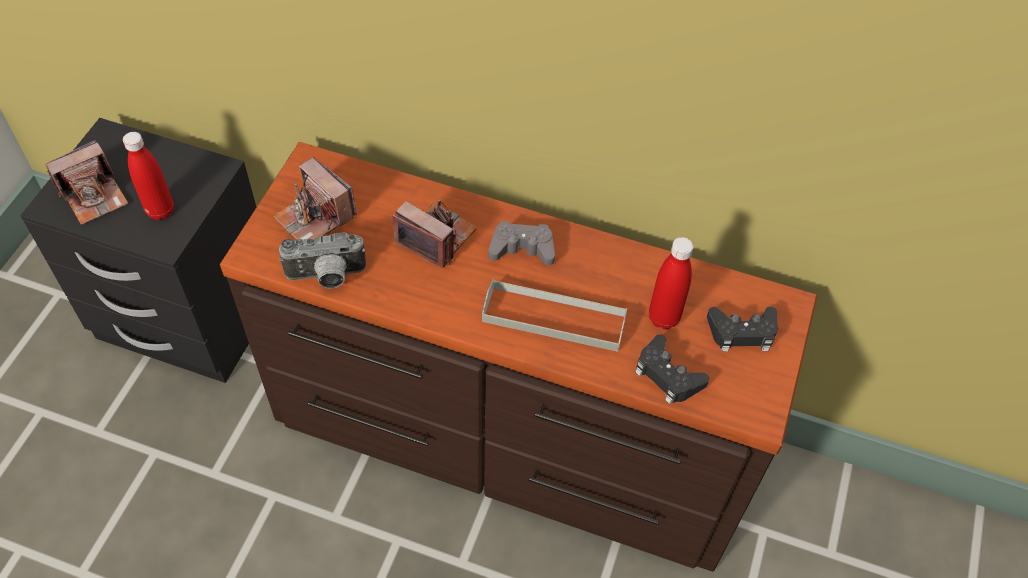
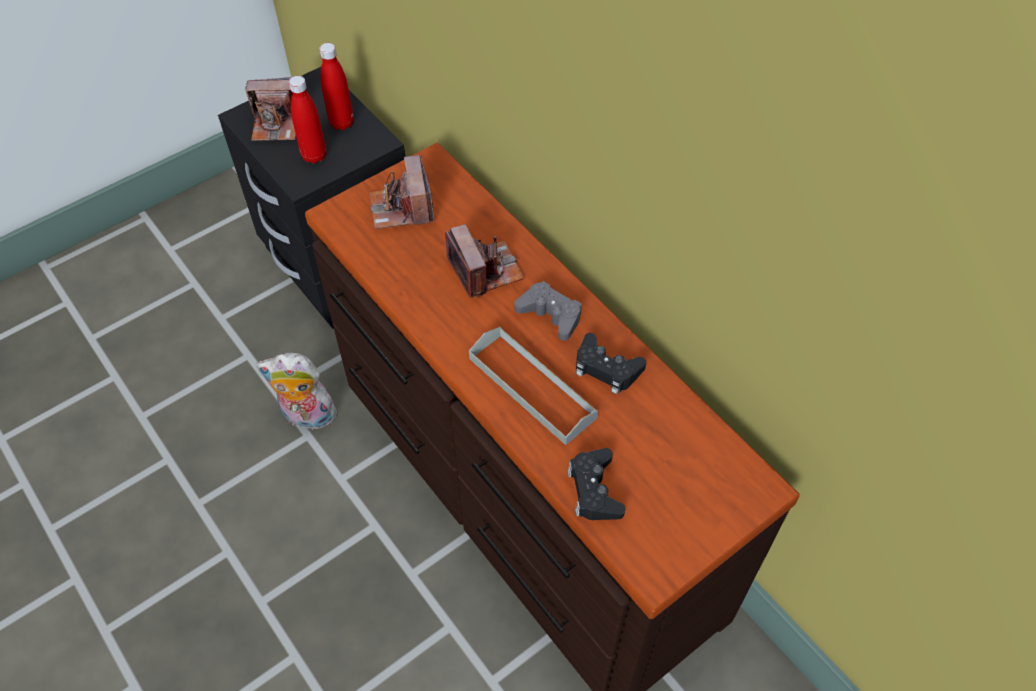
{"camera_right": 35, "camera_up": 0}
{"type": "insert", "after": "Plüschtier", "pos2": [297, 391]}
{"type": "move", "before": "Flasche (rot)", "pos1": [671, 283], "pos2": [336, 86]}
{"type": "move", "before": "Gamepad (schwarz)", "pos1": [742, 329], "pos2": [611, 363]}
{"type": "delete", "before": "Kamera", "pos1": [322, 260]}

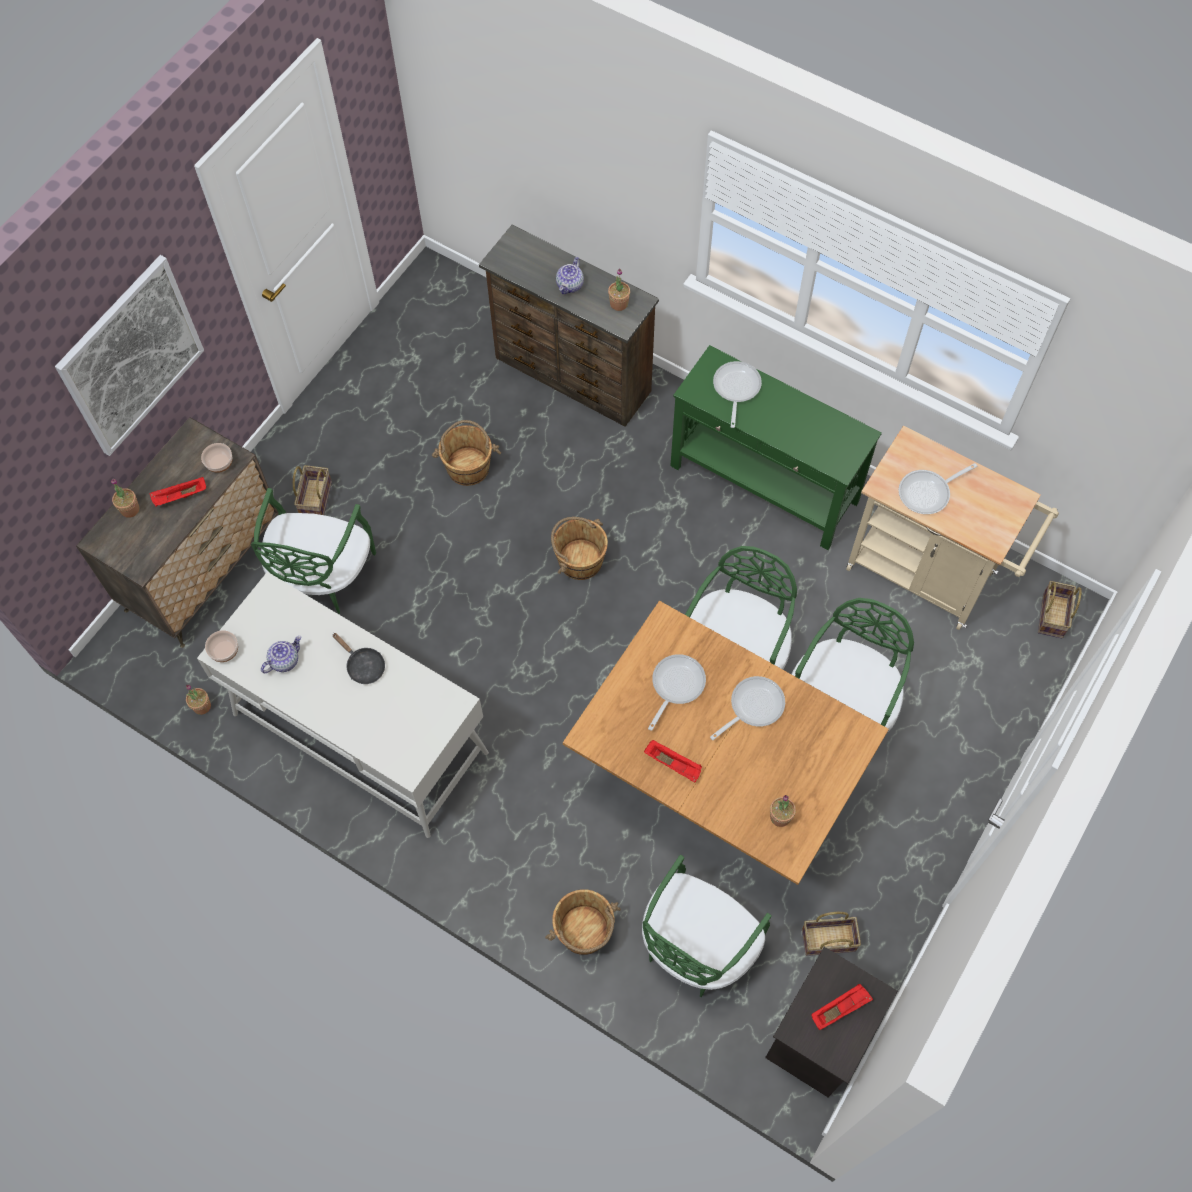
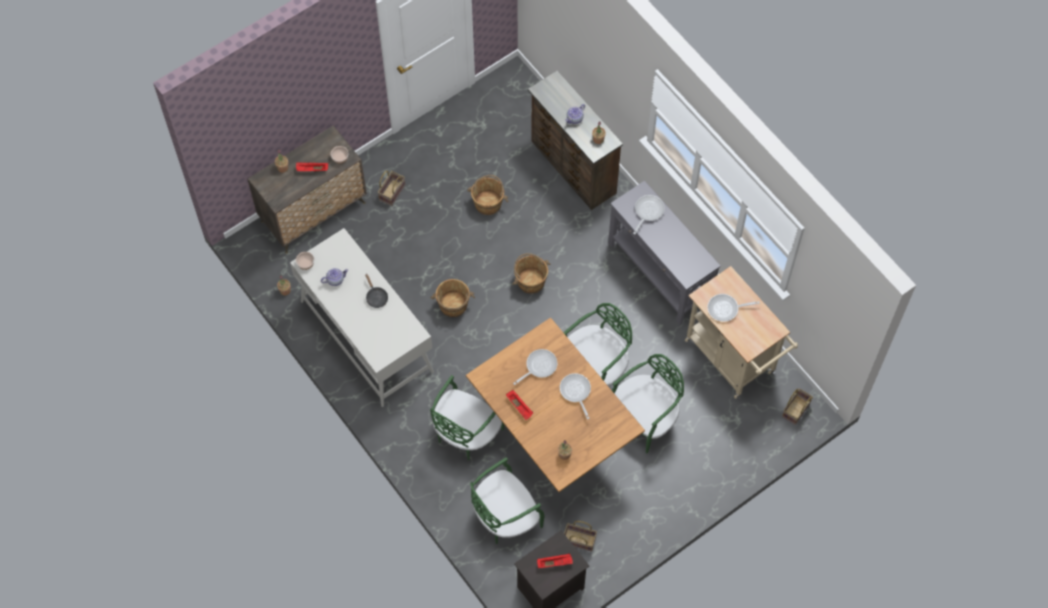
{"camera_right": 20, "camera_up": 0}
{"type": "move", "before": "Eimer (braun)", "pos1": [583, 922], "pos2": [452, 298]}
{"type": "move", "before": "Stuhl (grün)", "pos1": [313, 551], "pos2": [467, 418]}
{"type": "rotate", "before": "Pfanne", "pos1": [747, 708], "pos2": [575, 396], "turn": -90}
{"type": "recolor", "before": "Konsolentisch (grün)", "after": "Konsolentisch (grau)", "pos1": [776, 447], "pos2": [664, 253]}
{"type": "delete", "before": "Bild", "pos1": [129, 355]}

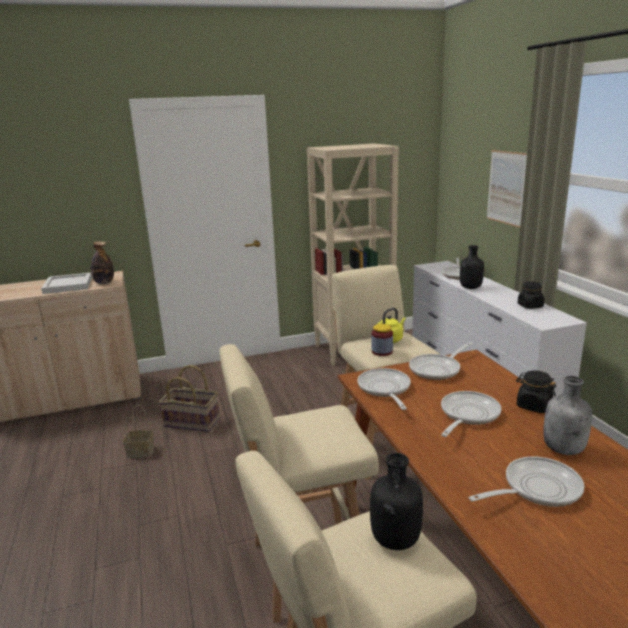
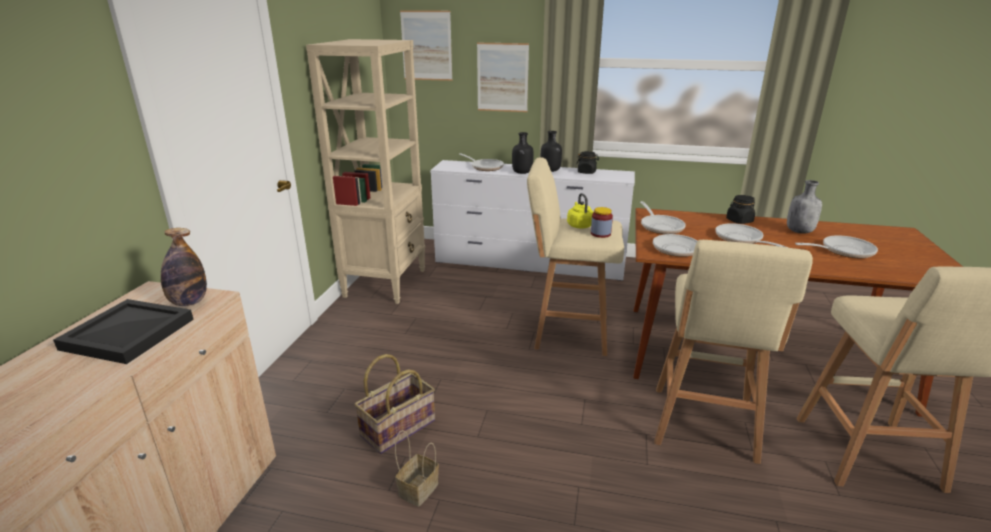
{"camera_right": -60, "camera_up": 5}
{"type": "recolor", "before": "Tablett (weiß)", "after": "Tablett (schwarz)", "pos1": [66, 283], "pos2": [123, 331]}
{"type": "insert", "after": "Bild", "pos2": [426, 45]}
{"type": "move", "before": "Flasche (schwarz)", "pos1": [396, 501], "pos2": [551, 151]}
{"type": "rotate", "before": "Pfanne", "pos1": [526, 481], "pos2": [836, 246], "turn": 75}

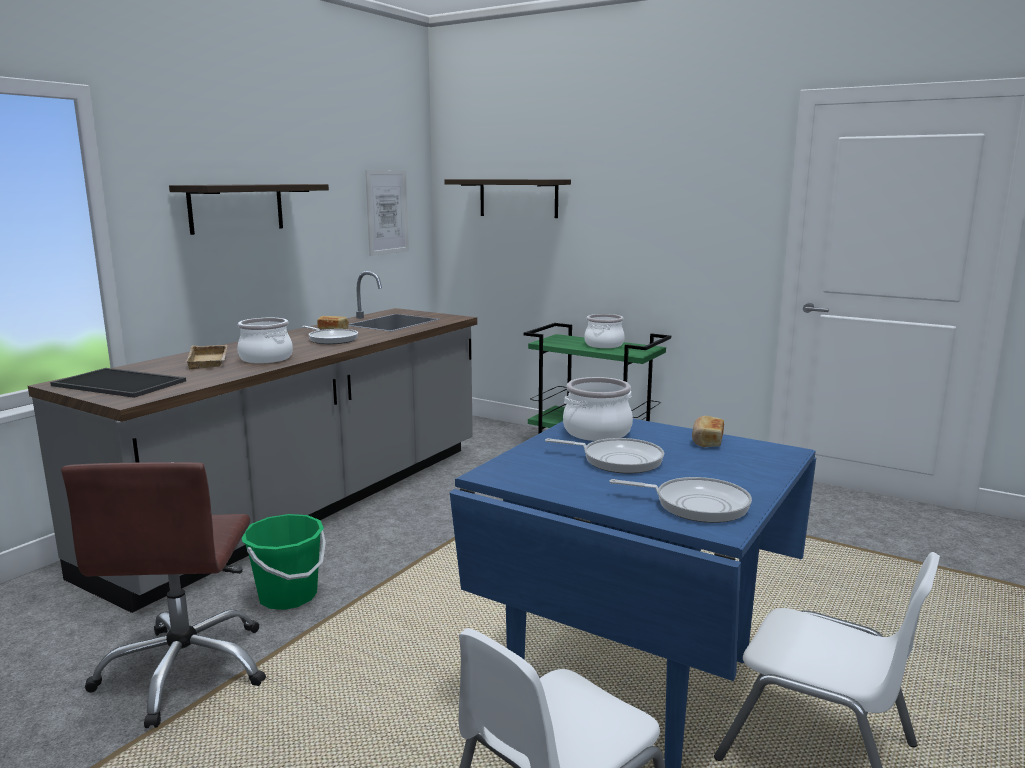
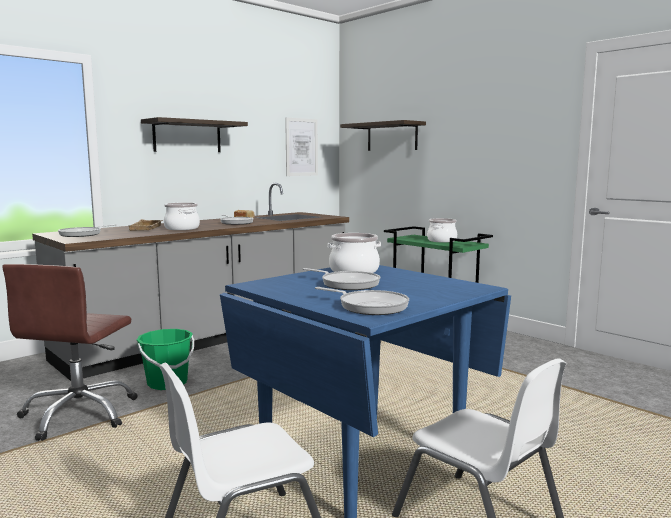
{"camera_right": 15, "camera_up": -5}
{"type": "replace", "before": "Tablett", "after": "Pfanne", "pos1": [118, 383], "pos2": [87, 230]}
{"type": "delete", "before": "Brot", "pos1": [708, 431]}

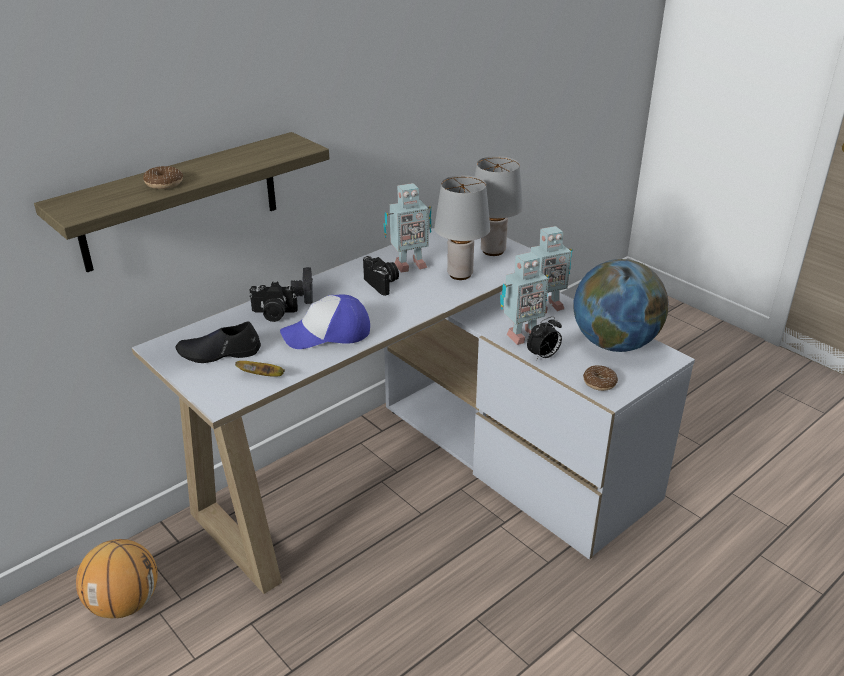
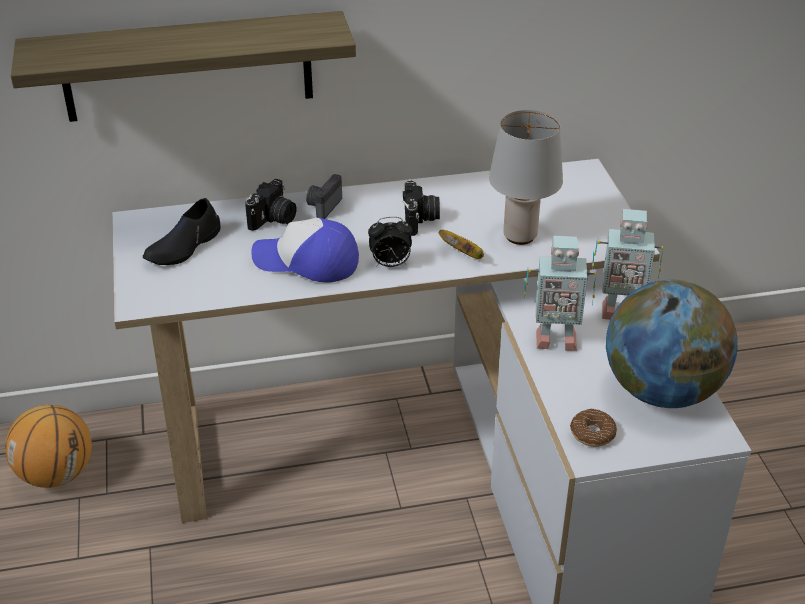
{"camera_right": 30, "camera_up": 5}
{"type": "rotate", "before": "Schuh (schwarz)", "pos1": [218, 342], "pos2": [182, 231], "turn": -75}
{"type": "rotate", "before": "Kamera", "pos1": [273, 302], "pos2": [271, 205], "turn": -90}
{"type": "move", "before": "Wecker", "pos1": [544, 338], "pos2": [390, 242]}
{"type": "move", "before": "Banane", "pos1": [260, 369], "pos2": [461, 244]}
{"type": "delete", "before": "Donut", "pos1": [163, 177]}
{"type": "delete", "before": "Spielzeugroboter", "pos1": [407, 227]}
{"type": "delete", "before": "Tischlampe (grau)", "pos1": [499, 206]}

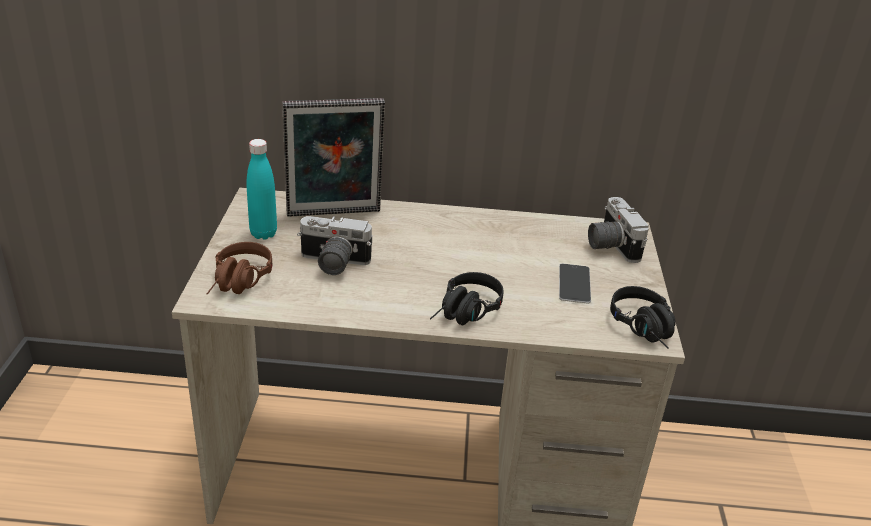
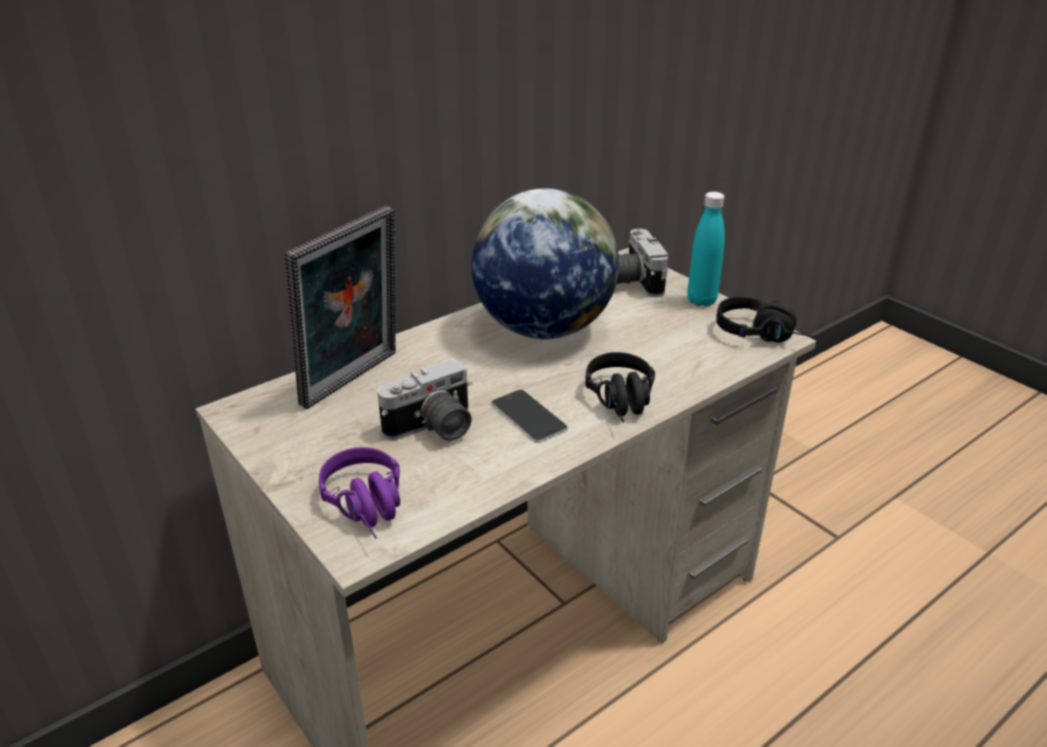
{"camera_right": -40, "camera_up": 0}
{"type": "recolor", "before": "Kopfhörer (braun)", "after": "Kopfhörer (lila)", "pos1": [239, 268], "pos2": [359, 493]}
{"type": "insert", "after": "Globus", "pos2": [545, 263]}
{"type": "move", "before": "Handy", "pos1": [575, 284], "pos2": [529, 416]}
{"type": "rotate", "before": "Kamera", "pos1": [618, 230], "pos2": [642, 263], "turn": 45}
{"type": "move", "before": "Flasche (türkis)", "pos1": [261, 189], "pos2": [706, 249]}

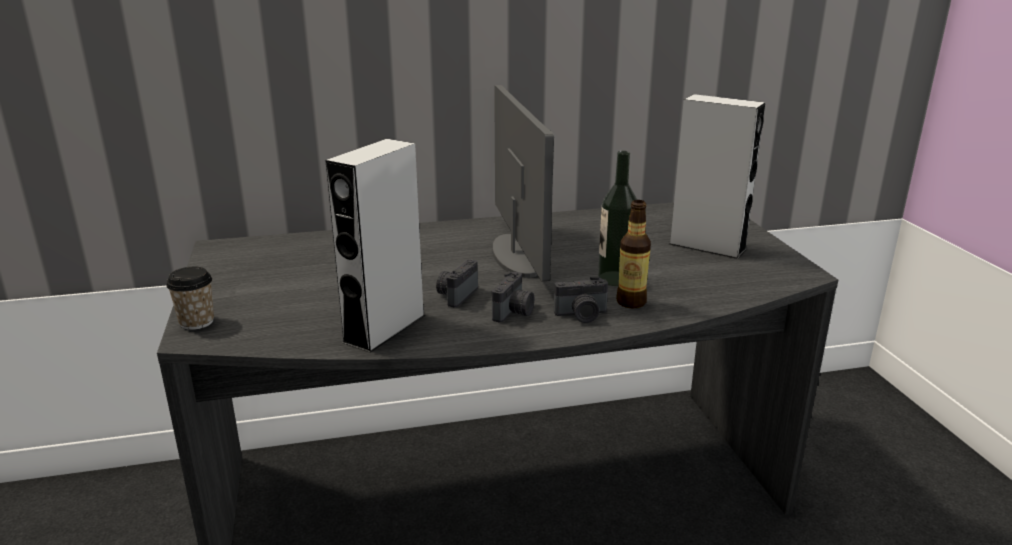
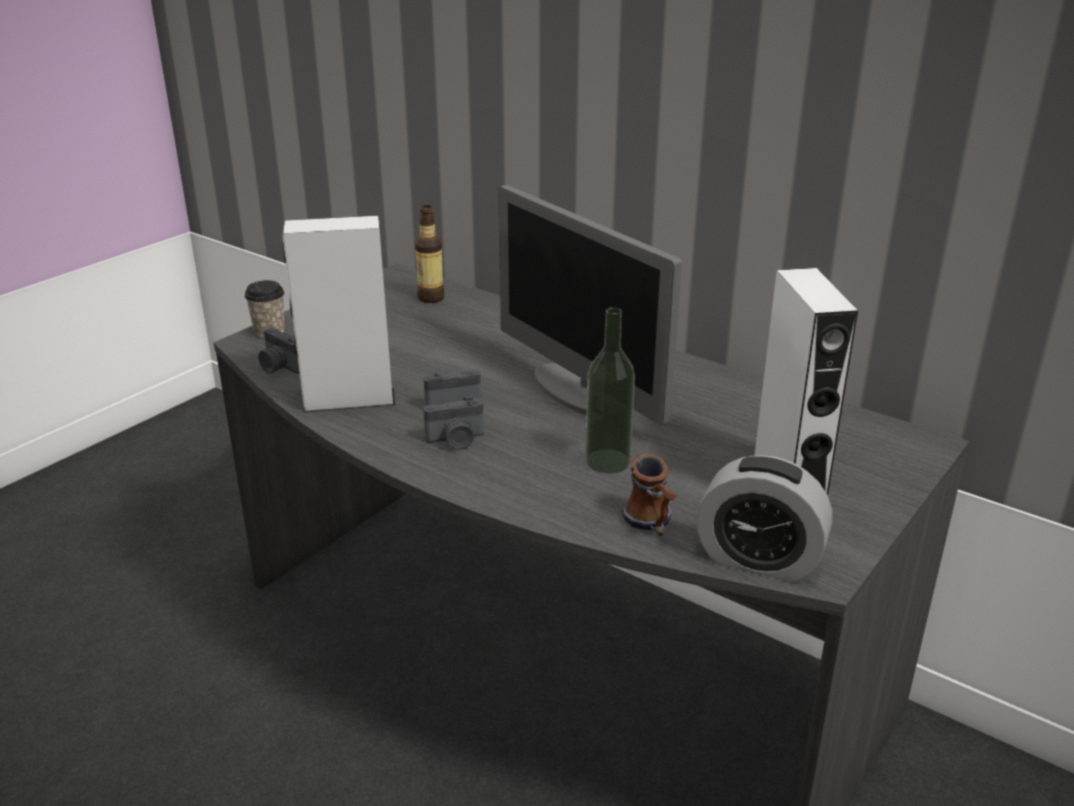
{"camera_right": 50, "camera_up": 5}
{"type": "move", "before": "Kamera", "pos1": [581, 300], "pos2": [279, 350]}
{"type": "move", "before": "Flasche", "pos1": [633, 254], "pos2": [430, 254]}
{"type": "rotate", "before": "Monitor", "pos1": [523, 183], "pos2": [590, 305], "turn": 105}
{"type": "insert", "after": "Henkelbecher", "pos2": [649, 494]}
{"type": "insert", "after": "Wecker", "pos2": [764, 518]}

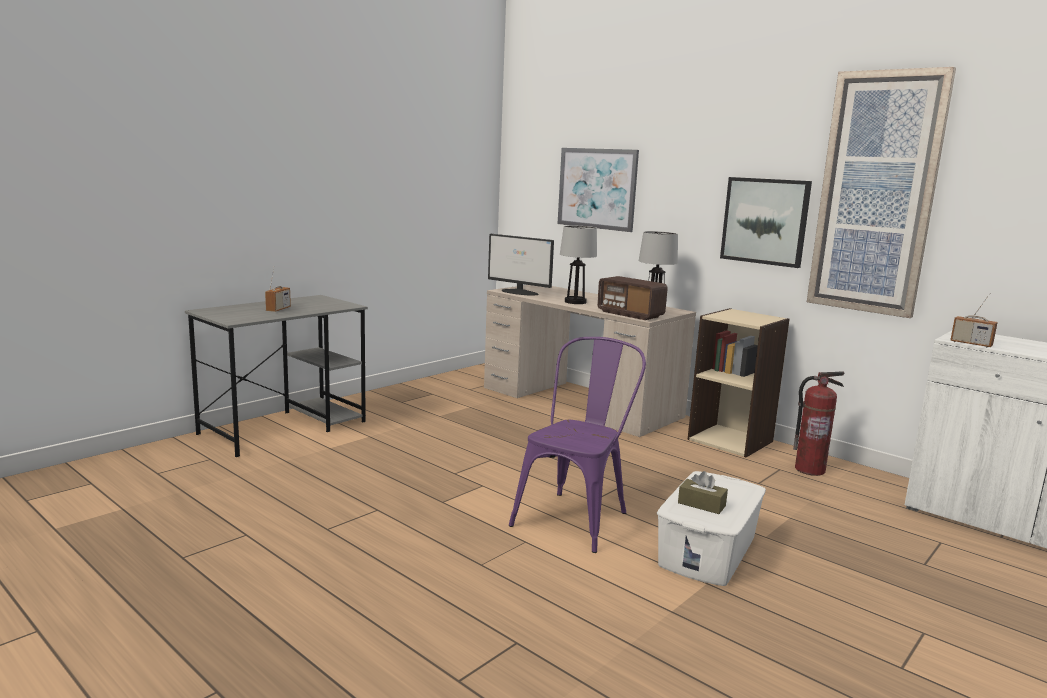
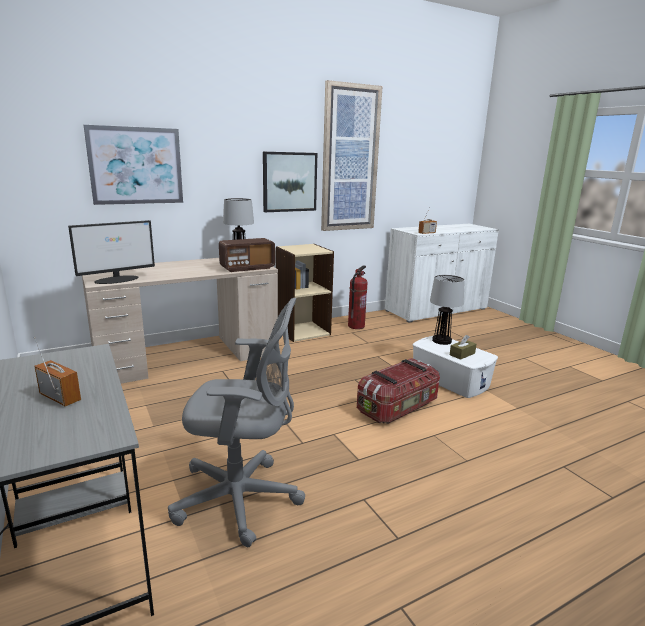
{"camera_right": -70, "camera_up": 5}
{"type": "insert", "after": "Bürostuhl (grau)", "pos2": [236, 422]}
{"type": "replace", "before": "Stuhl (lila)", "after": "Aufbewahrungsbox", "pos1": [577, 445], "pos2": [398, 391]}
{"type": "move", "before": "Tischlampe", "pos1": [578, 264], "pos2": [447, 310]}

